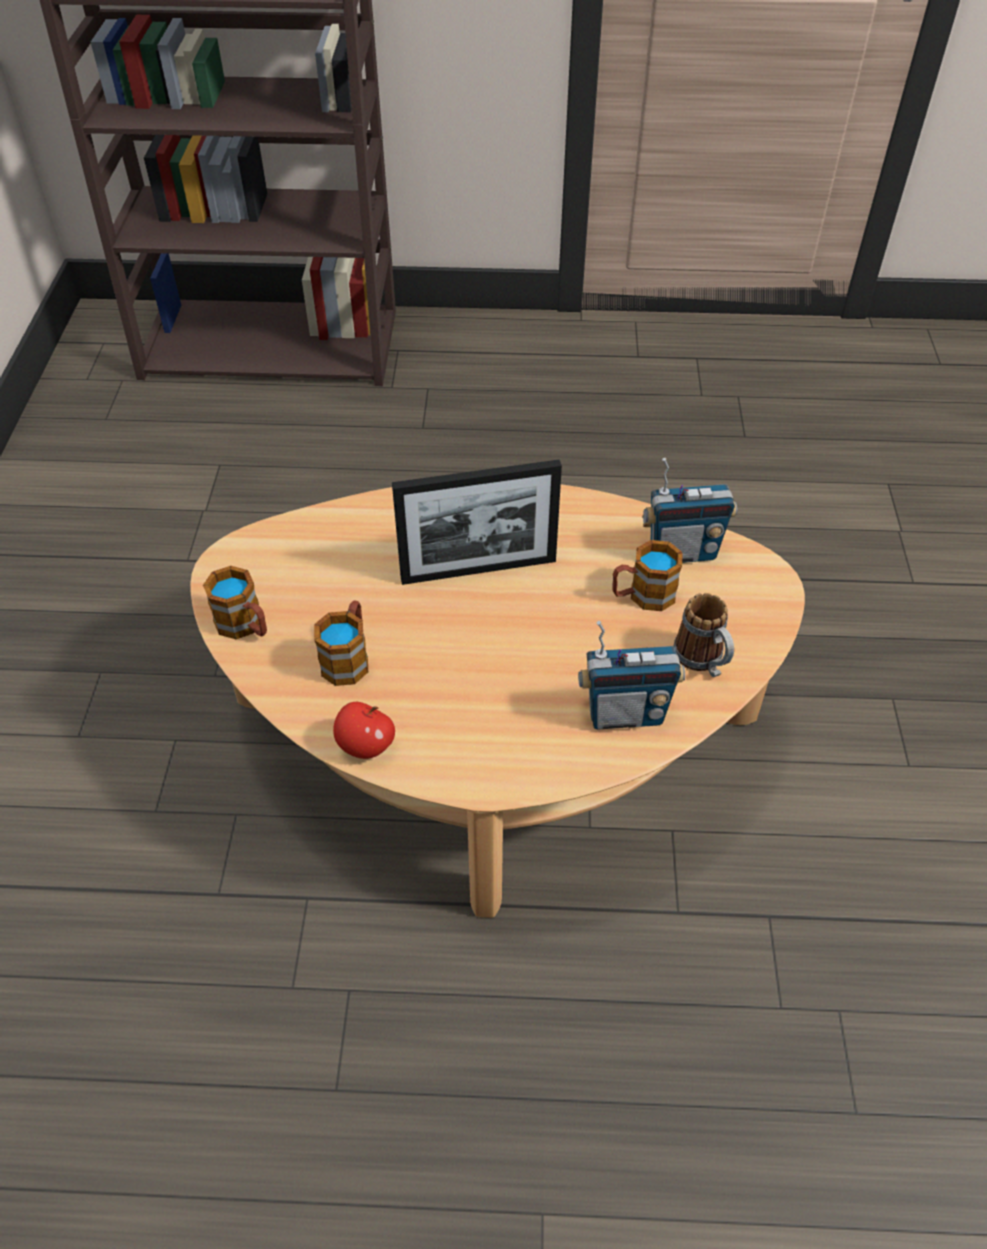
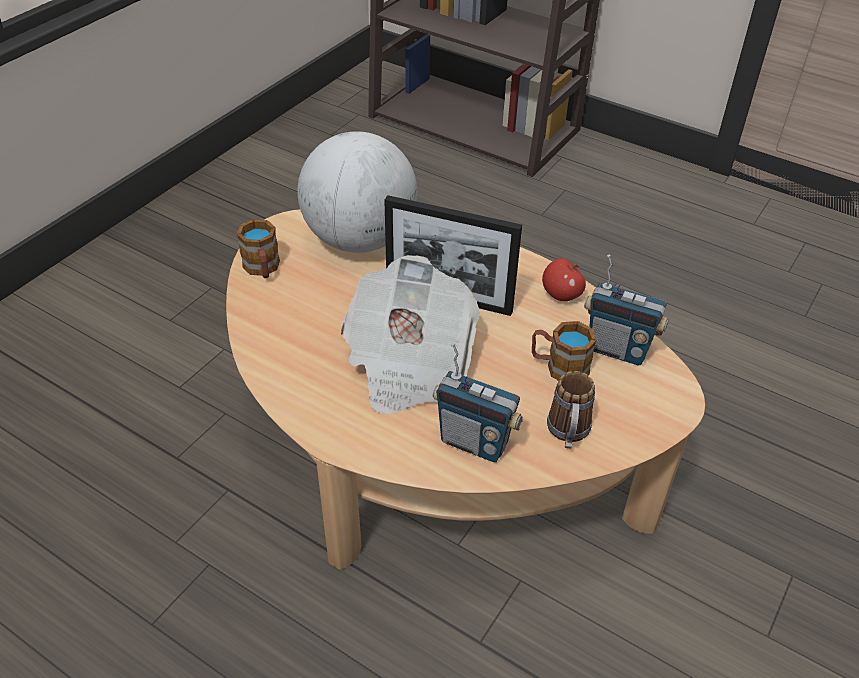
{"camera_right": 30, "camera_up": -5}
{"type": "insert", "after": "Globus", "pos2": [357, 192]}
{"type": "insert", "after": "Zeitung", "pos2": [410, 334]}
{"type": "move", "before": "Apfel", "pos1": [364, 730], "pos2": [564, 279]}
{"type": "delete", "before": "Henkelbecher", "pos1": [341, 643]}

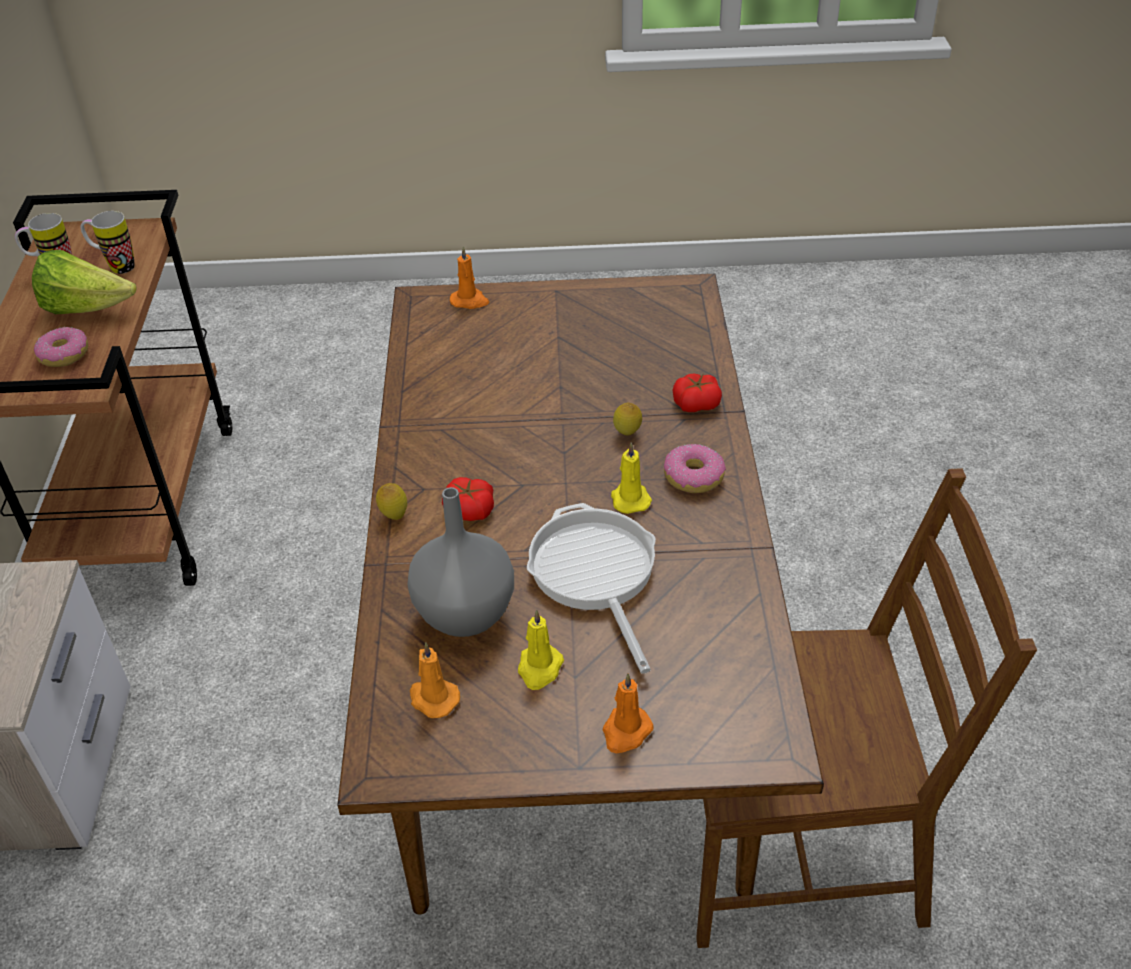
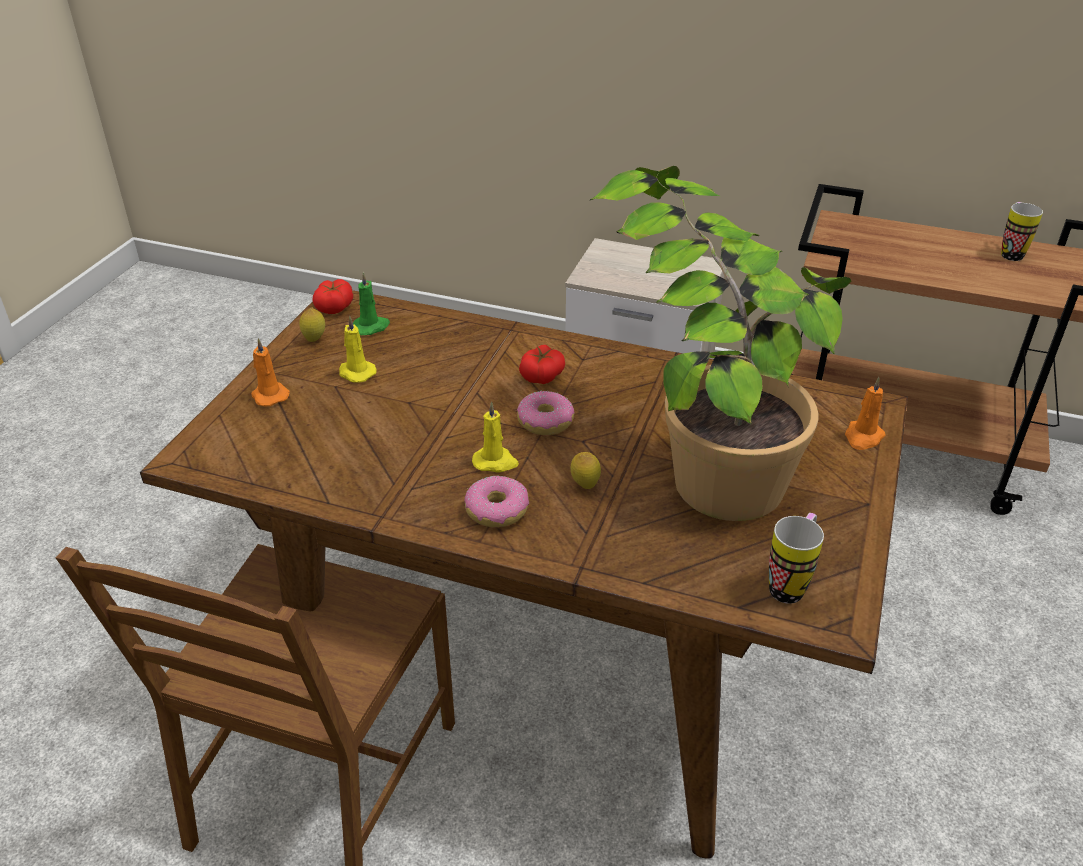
{"camera_right": 110, "camera_up": -5}
{"type": "move", "before": "Zitrone", "pos1": [391, 501], "pos2": [312, 325]}
{"type": "move", "before": "Tomate", "pos1": [697, 392], "pos2": [332, 296]}
{"type": "recolor", "before": "Kerze (orange)", "after": "Kerze (grün)", "pos1": [435, 680], "pos2": [371, 303]}
{"type": "move", "before": "Donut", "pos1": [61, 347], "pos2": [546, 413]}
{"type": "insert", "after": "Topfpflanze", "pos2": [720, 343]}
{"type": "move", "before": "Henkelbecher", "pos1": [107, 242], "pos2": [796, 558]}
{"type": "delete", "before": "Salatkopf", "pos1": [84, 282]}
{"type": "delete", "before": "Vase (grau)", "pos1": [460, 562]}
{"type": "delete", "before": "Pfanne", "pos1": [591, 588]}

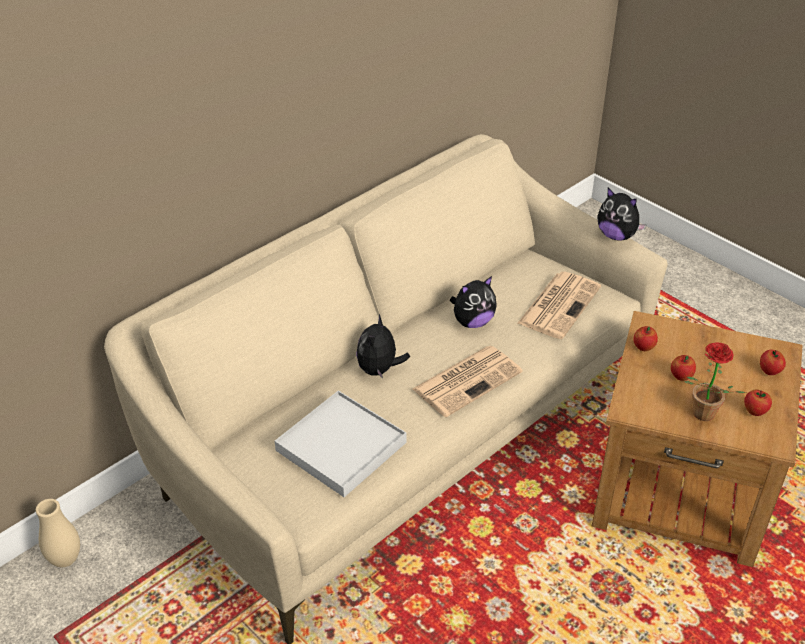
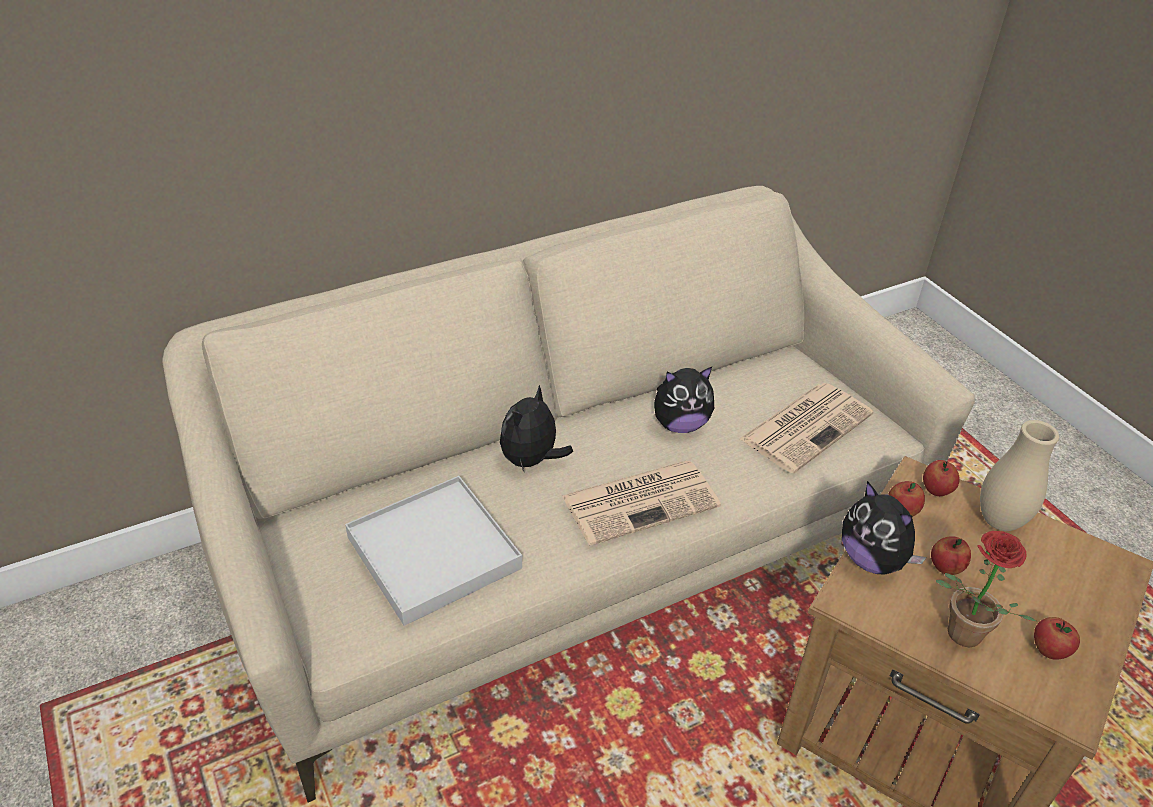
{"camera_right": 15, "camera_up": 0}
{"type": "move", "before": "Plüschtier", "pos1": [622, 214], "pos2": [884, 528]}
{"type": "move", "before": "Apfel", "pos1": [773, 362], "pos2": [941, 478]}
{"type": "move", "before": "Vase (beige)", "pos1": [58, 533], "pos2": [1019, 475]}

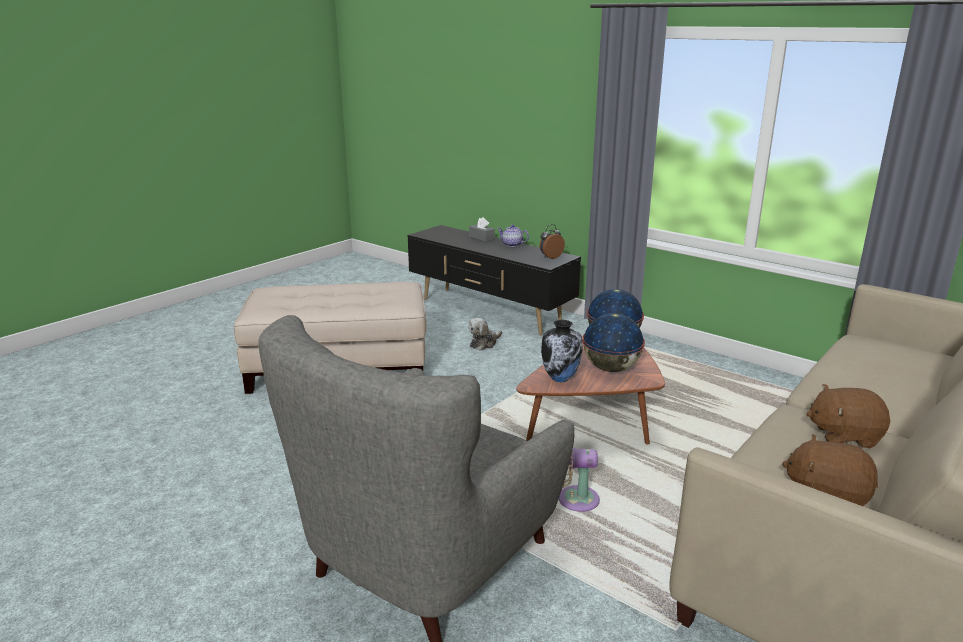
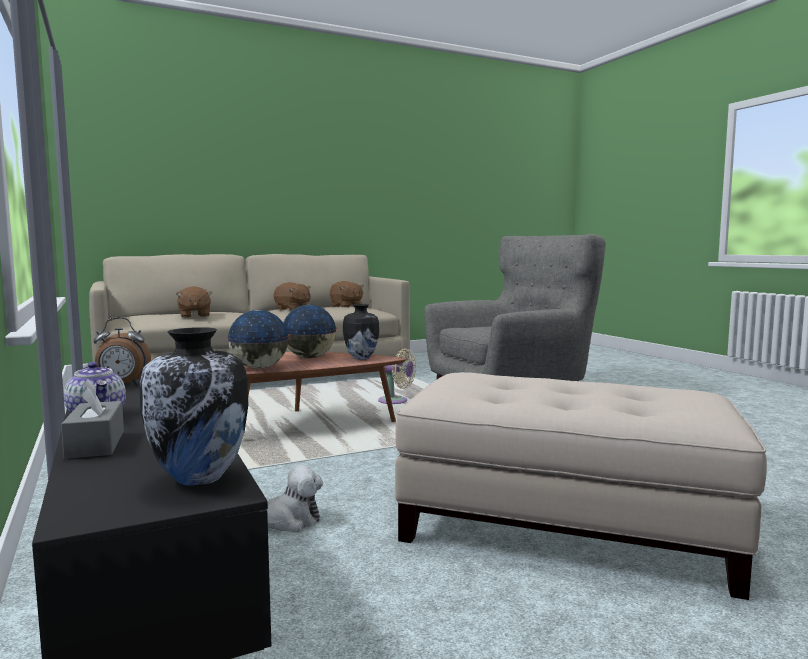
{"camera_right": -155, "camera_up": -15}
{"type": "insert", "after": "Vase", "pos2": [194, 406]}
{"type": "insert", "after": "Plüschtier (braun)", "pos2": [194, 302]}

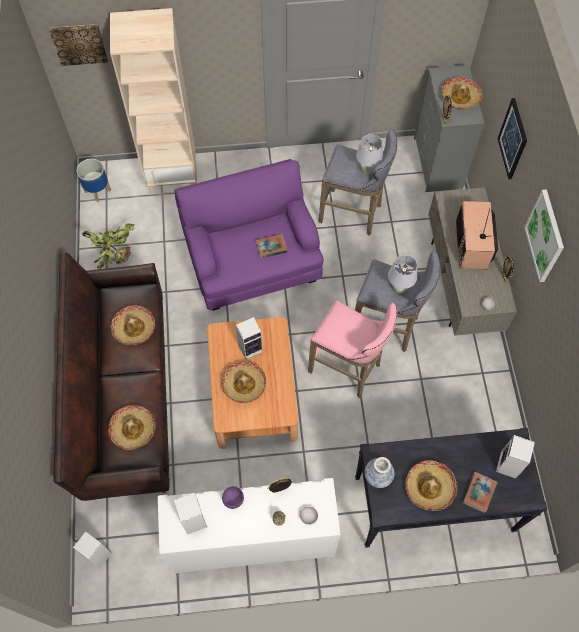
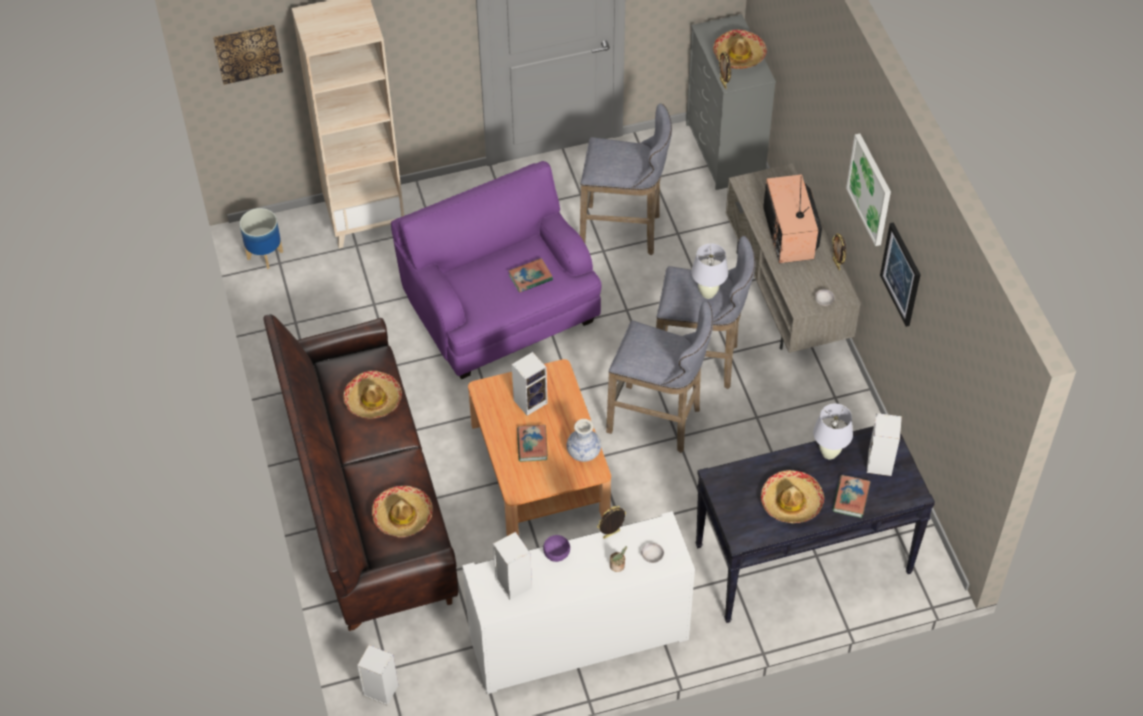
{"camera_right": -10, "camera_up": -10}
{"type": "replace", "before": "Hut", "after": "Buch", "pos1": [243, 382], "pos2": [532, 443]}
{"type": "move", "before": "Vase", "pos1": [379, 472], "pos2": [584, 440]}
{"type": "recolor", "before": "Hocker (rosa)", "after": "Hocker (grau)", "pos1": [352, 349], "pos2": [659, 377]}
{"type": "move", "before": "Tischlampe (weiß)", "pos1": [369, 154], "pos2": [833, 431]}
{"type": "move", "before": "Bild", "pos1": [512, 138], "pos2": [900, 274]}
{"type": "delete", "before": "Topfpflanze", "pos1": [108, 246]}

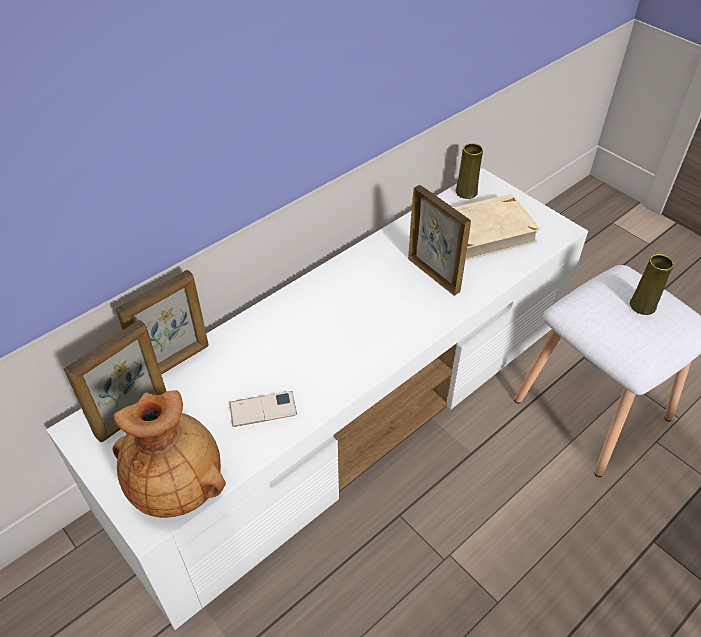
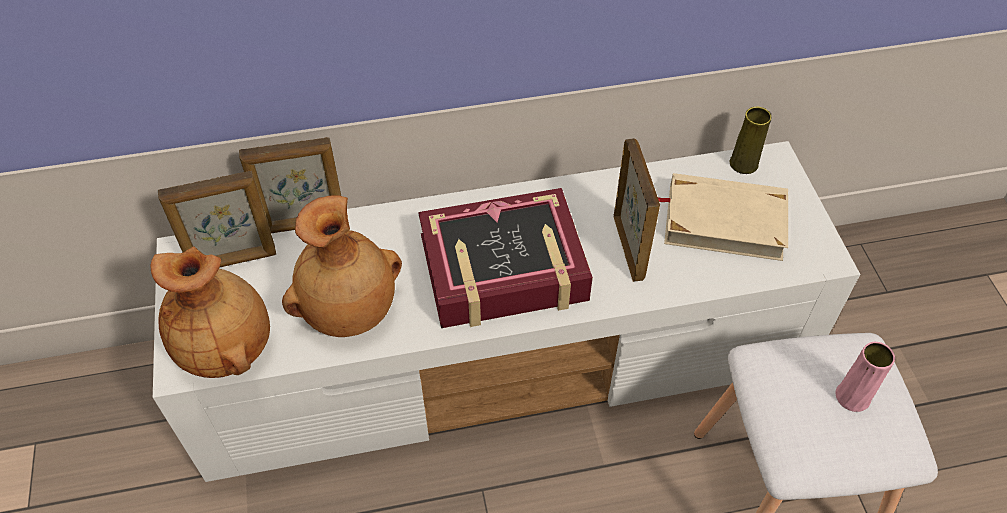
{"camera_right": 30, "camera_up": 5}
{"type": "replace", "before": "Handy", "after": "Vase (braun)", "pos1": [263, 409], "pos2": [342, 266]}
{"type": "insert", "after": "Buch", "pos2": [505, 258]}
{"type": "recolor", "before": "Vase (gelb)", "after": "Vase (rosa)", "pos1": [652, 284], "pos2": [865, 377]}

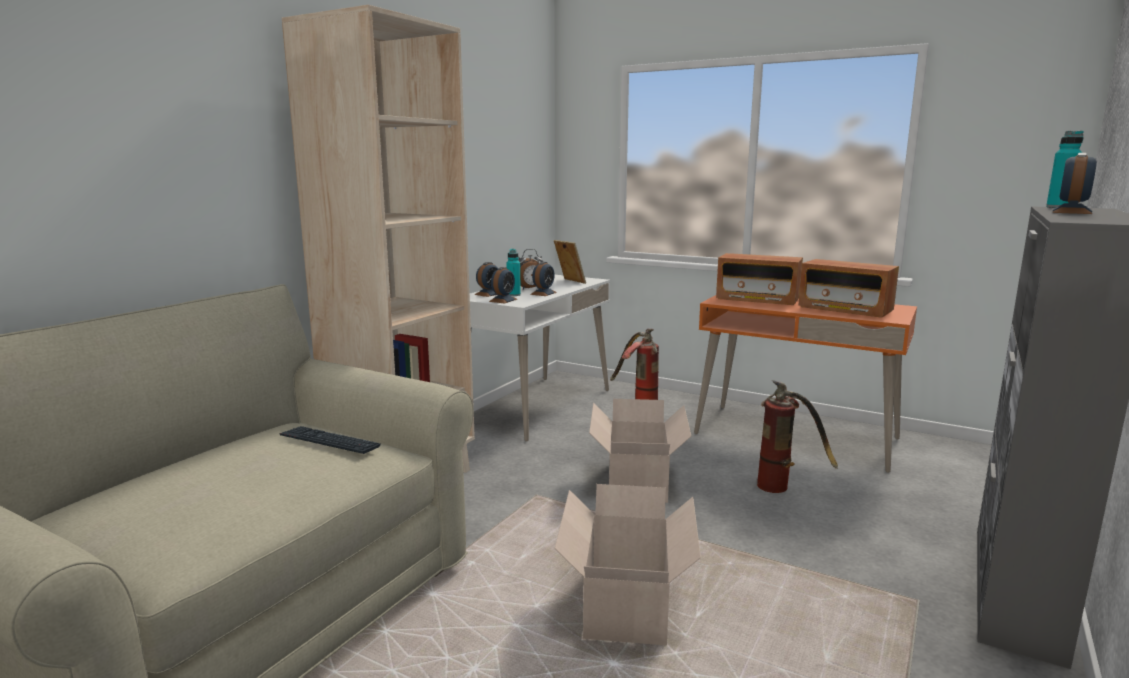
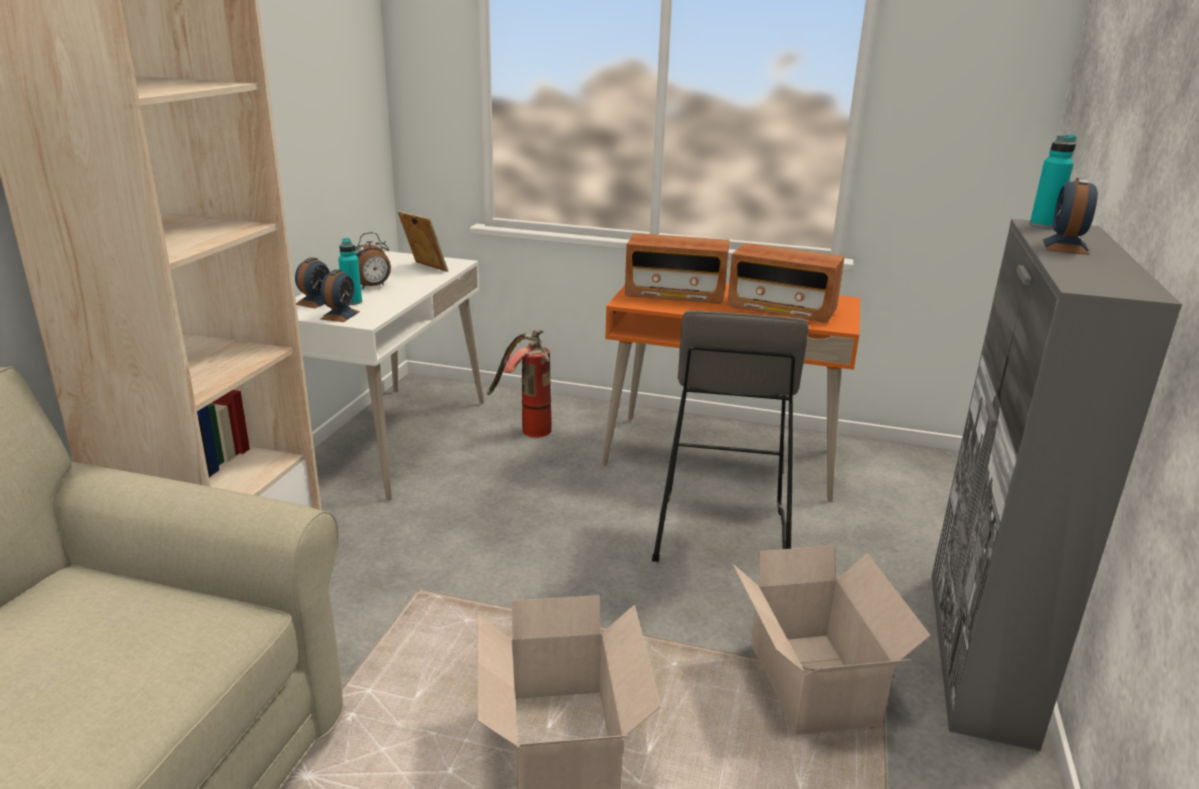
{"camera_right": -15, "camera_up": 10}
{"type": "replace", "before": "Feuerlöscher", "after": "Hocker (grau)", "pos1": [797, 436], "pos2": [730, 436]}
{"type": "move", "before": "Karton", "pos1": [640, 451], "pos2": [832, 640]}
{"type": "delete", "before": "Tastatur", "pos1": [330, 440]}
{"type": "delete", "before": "Wecker", "pos1": [543, 279]}

